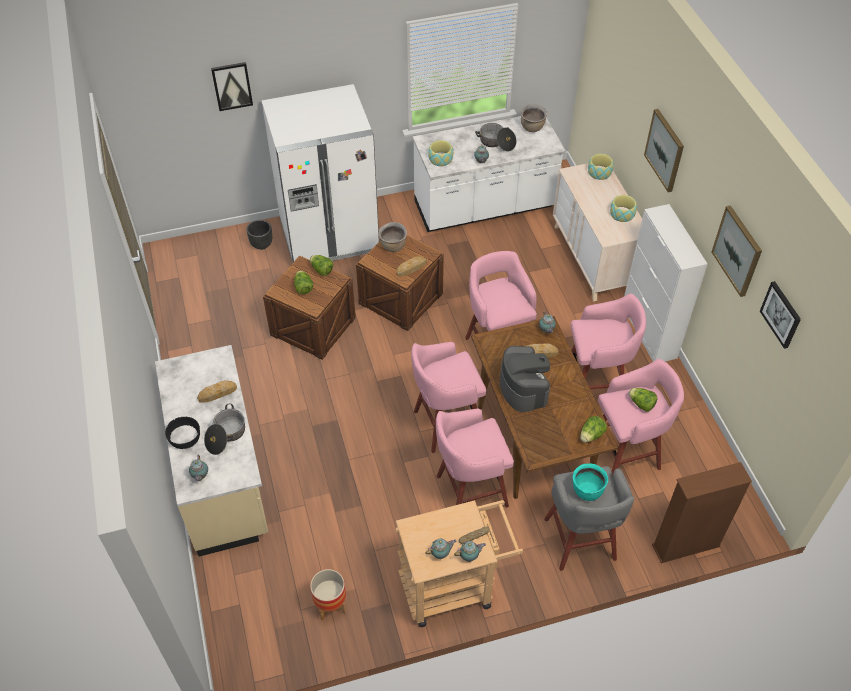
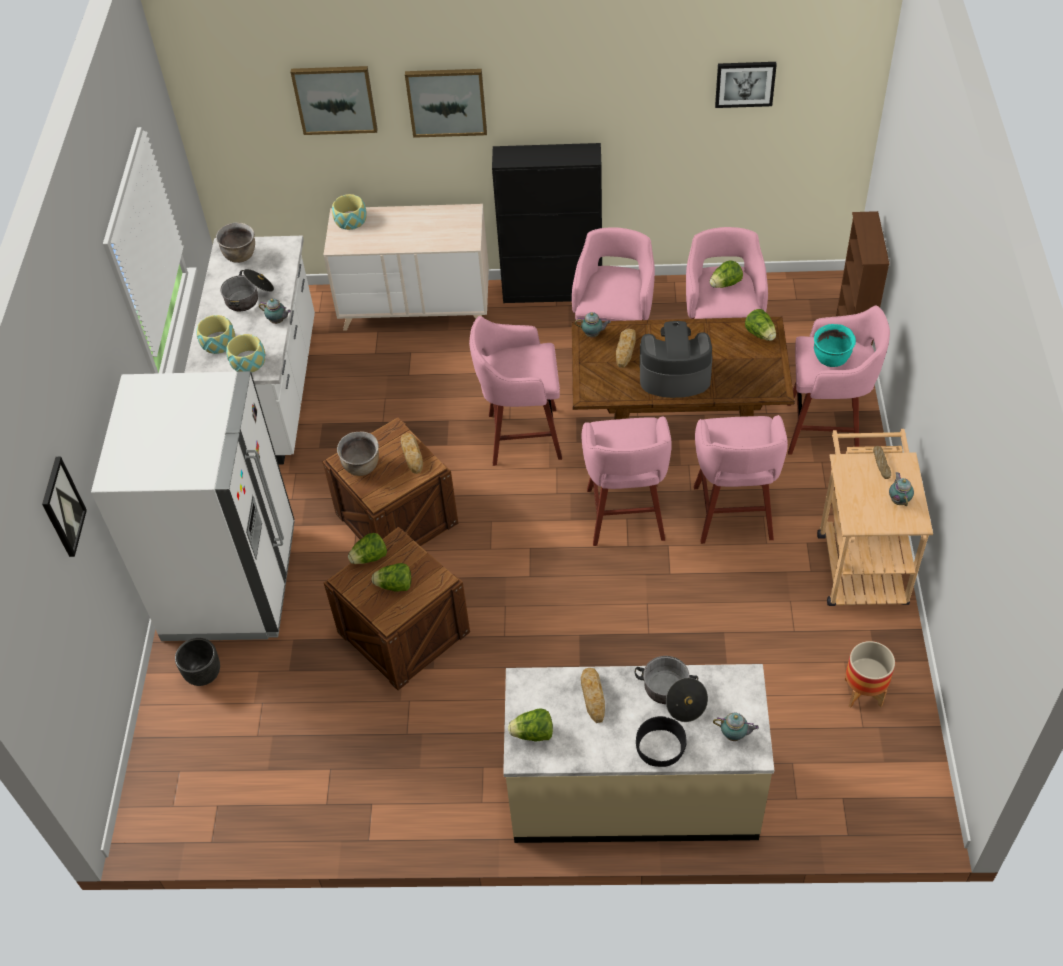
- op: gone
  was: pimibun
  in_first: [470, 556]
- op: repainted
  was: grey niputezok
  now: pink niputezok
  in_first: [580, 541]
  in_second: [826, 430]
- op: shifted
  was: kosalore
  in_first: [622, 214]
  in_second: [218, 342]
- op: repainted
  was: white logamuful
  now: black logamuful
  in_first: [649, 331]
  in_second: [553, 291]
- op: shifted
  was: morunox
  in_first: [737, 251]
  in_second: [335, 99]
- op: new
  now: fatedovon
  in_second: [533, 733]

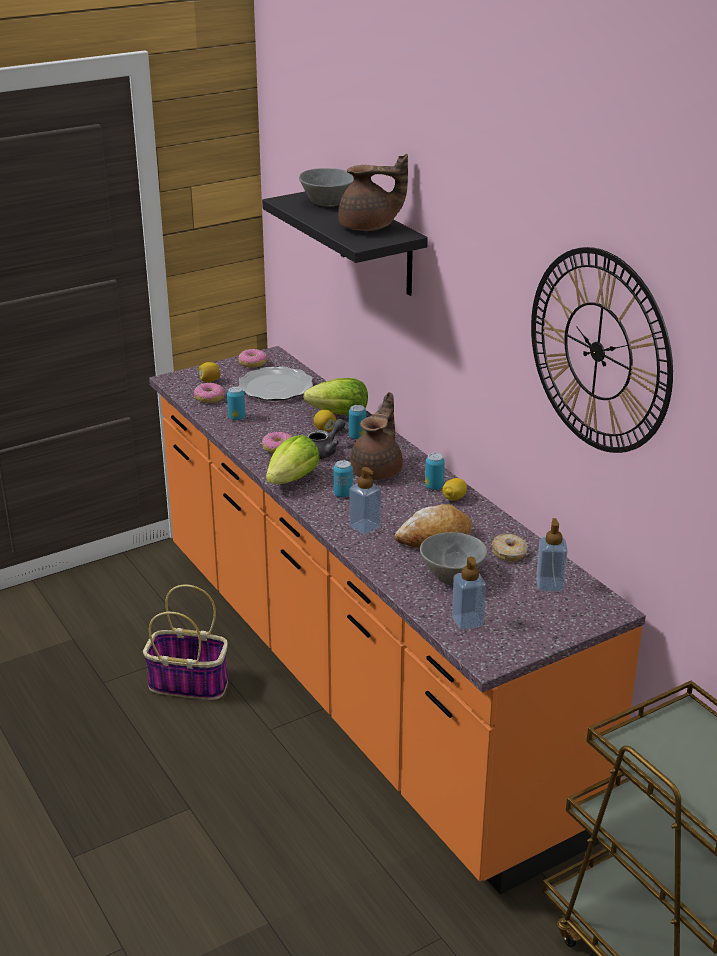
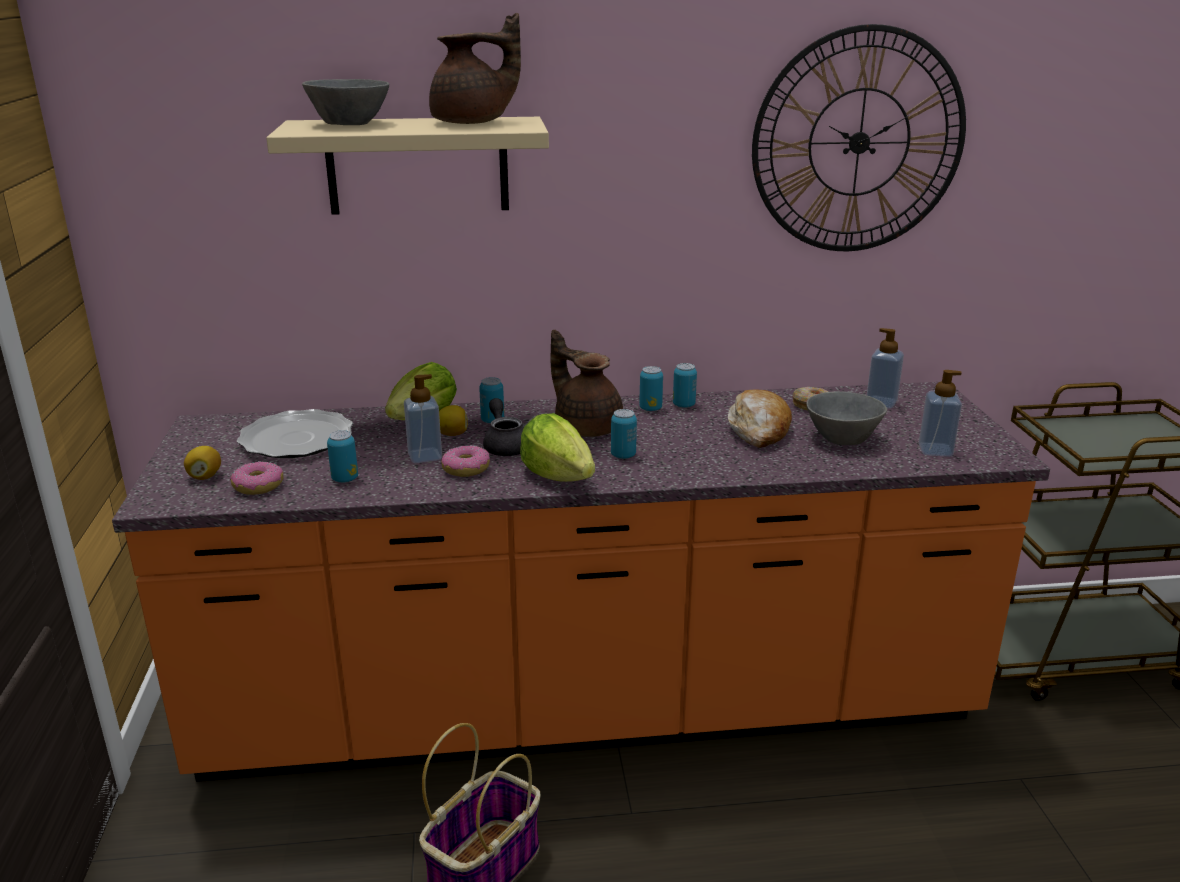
- op: gone
  was: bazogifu
  in_first: [253, 363]
- op: repainted
  was: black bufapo
  now: beige bufapo
  in_first: [375, 242]
  in_second: [417, 165]
- op: rotated
  was: brown pimibun
  in_first: [369, 227]
  in_second: [473, 123]
  clockwise: 45
- op: shifted
  was: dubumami
  in_first: [365, 527]
  in_second: [425, 456]
- op: swapped
  was: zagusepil
  now: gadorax
  in_first: [454, 498]
  in_second: [684, 405]

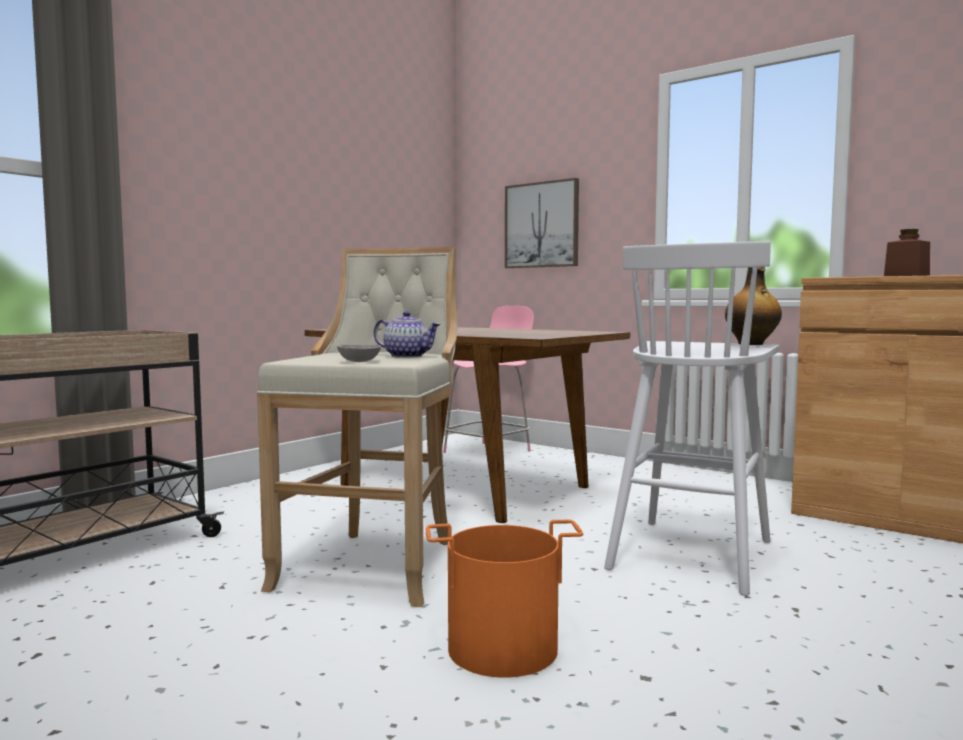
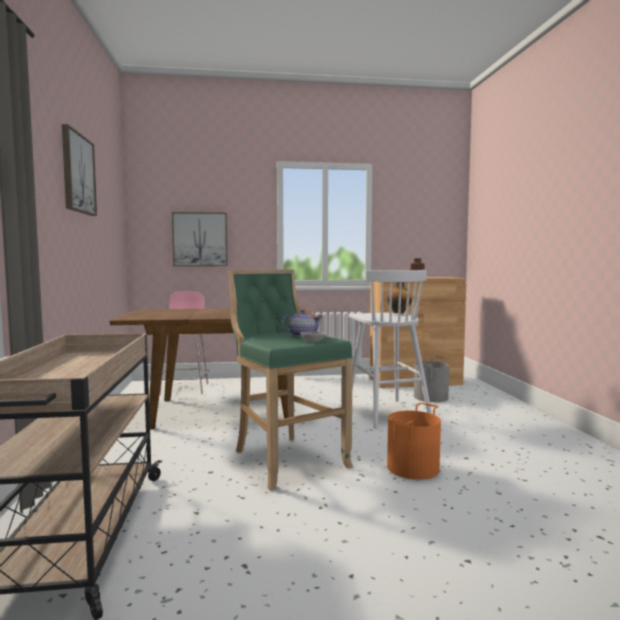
- op: repainted
  was: beige niputezok
  now: green niputezok
  in_first: [375, 564]
  in_second: [285, 459]
- op: new
  now: morunox
  in_second: [77, 173]
- op: new
  now: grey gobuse
  in_second: [430, 397]

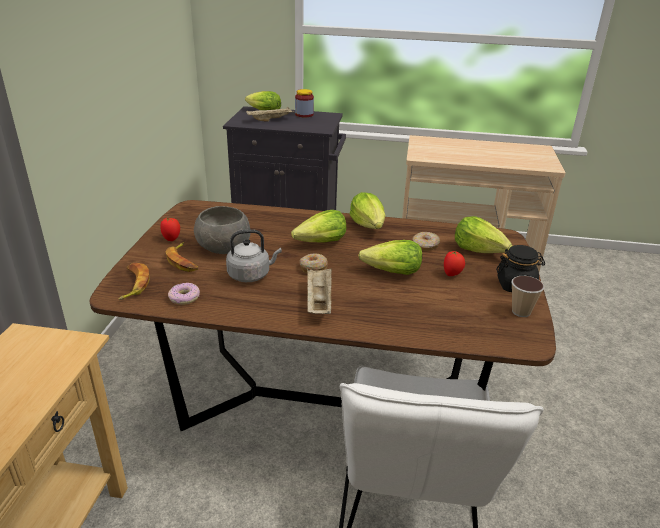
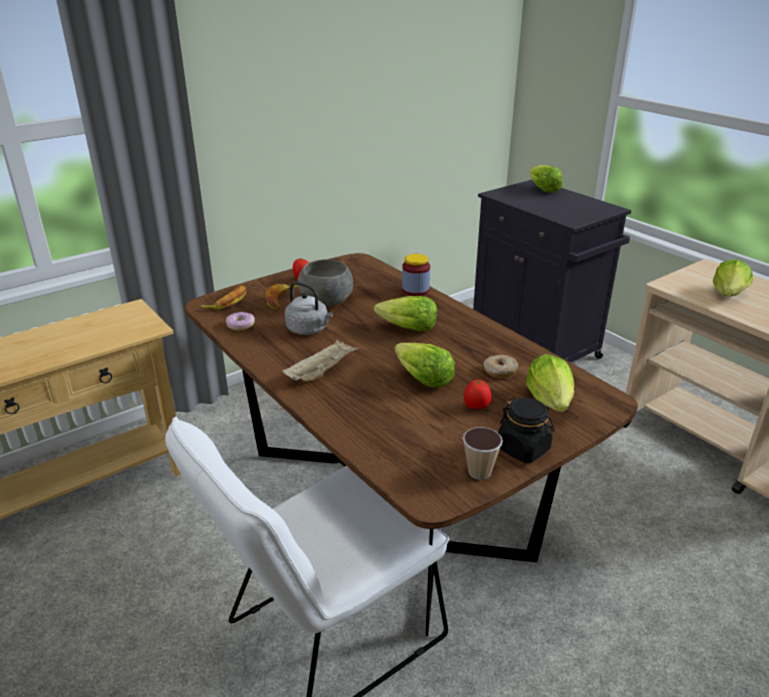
- op: gone
  was: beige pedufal
  in_first: [270, 120]
- op: shifted
  was: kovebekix
  in_first: [304, 114]
  in_second: [415, 290]
- op: gone
  was: bazogifu
  in_first: [313, 268]
- op: shifted
  was: fatedovon
  in_first: [368, 225]
  in_second: [728, 294]

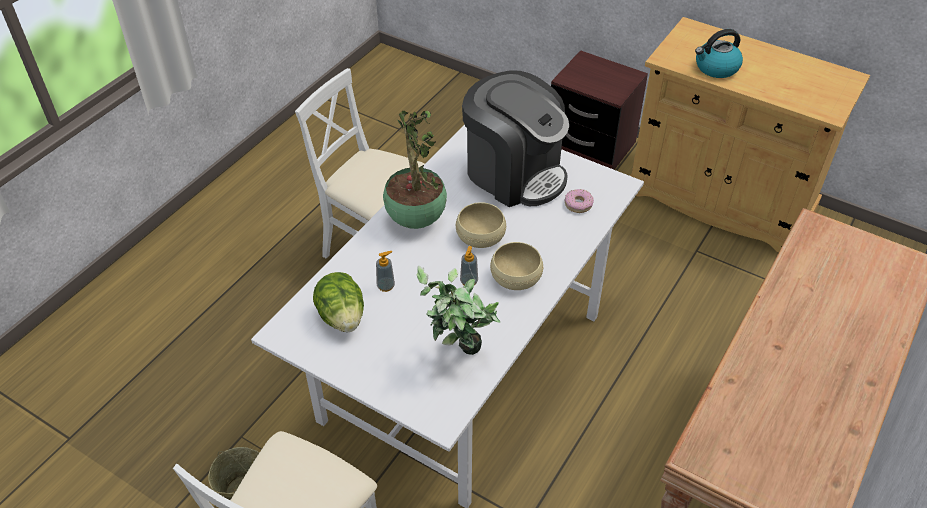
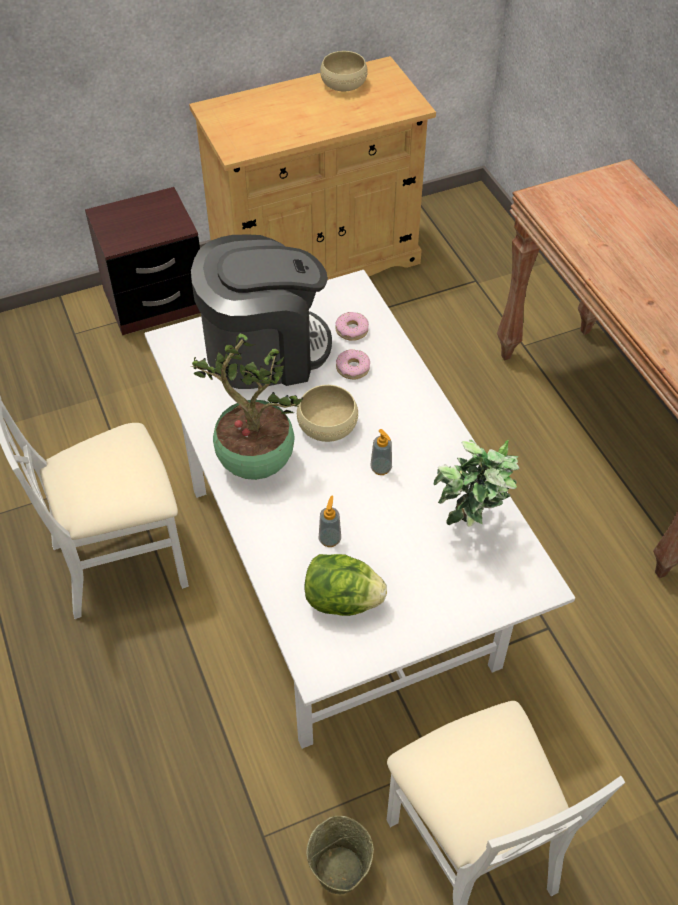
- op: shifted
  was: beige kosalore
  in_first: [516, 277]
  in_second: [343, 83]
- op: gone
  was: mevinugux
  in_first: [716, 68]
- op: new
  now: bazogifu
  in_second: [352, 368]

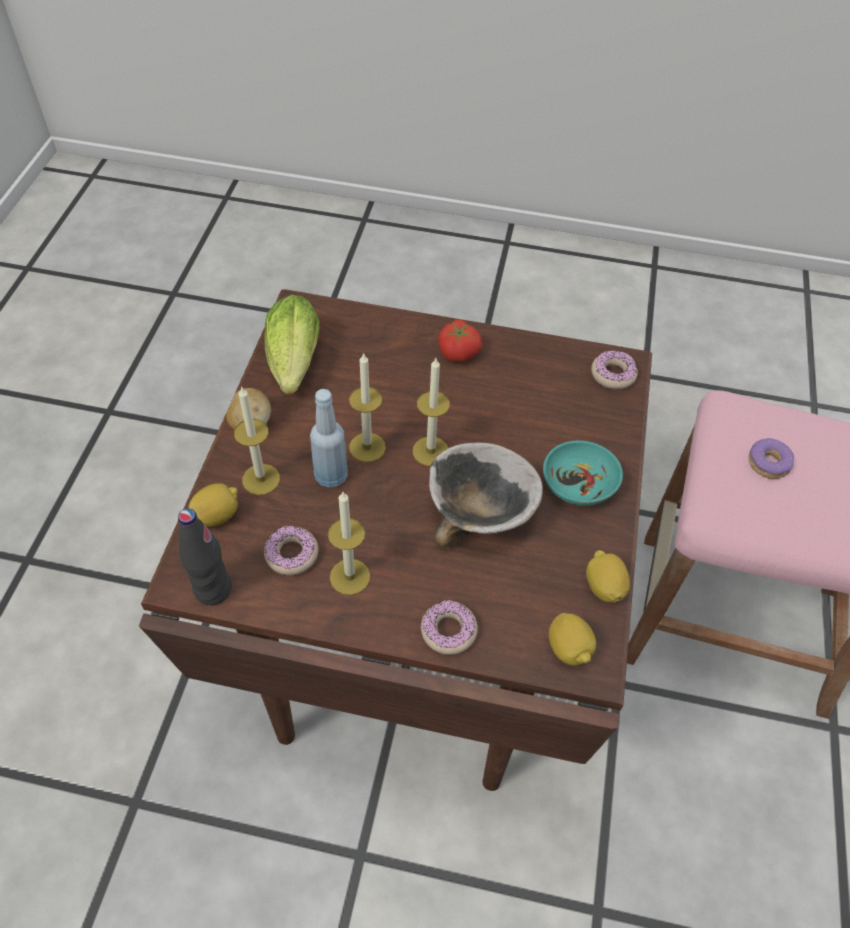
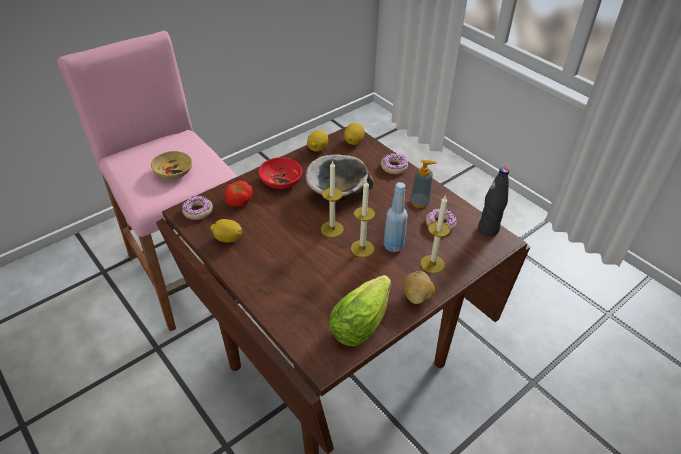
- op: shifted
  was: zagusepil
  in_first: [217, 515]
  in_second: [228, 239]
- op: swapped
  was: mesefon
  now: dubumami
  in_first: [350, 576]
  in_second: [419, 202]
- op: shifted
  was: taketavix
  in_first: [459, 351]
  in_second: [239, 201]
- op: repainted
  was: turquoise kosalore
  now: red kosalore
  in_first: [579, 484]
  in_second: [281, 180]
- op: swapped
  was: bazogifu
  now: beige kosalore
  in_first: [768, 464]
  in_second: [174, 172]

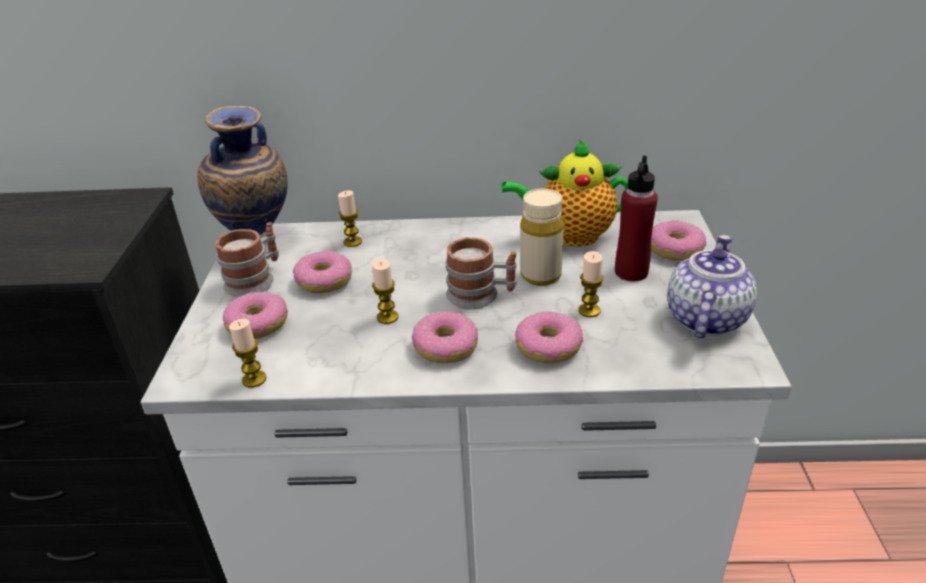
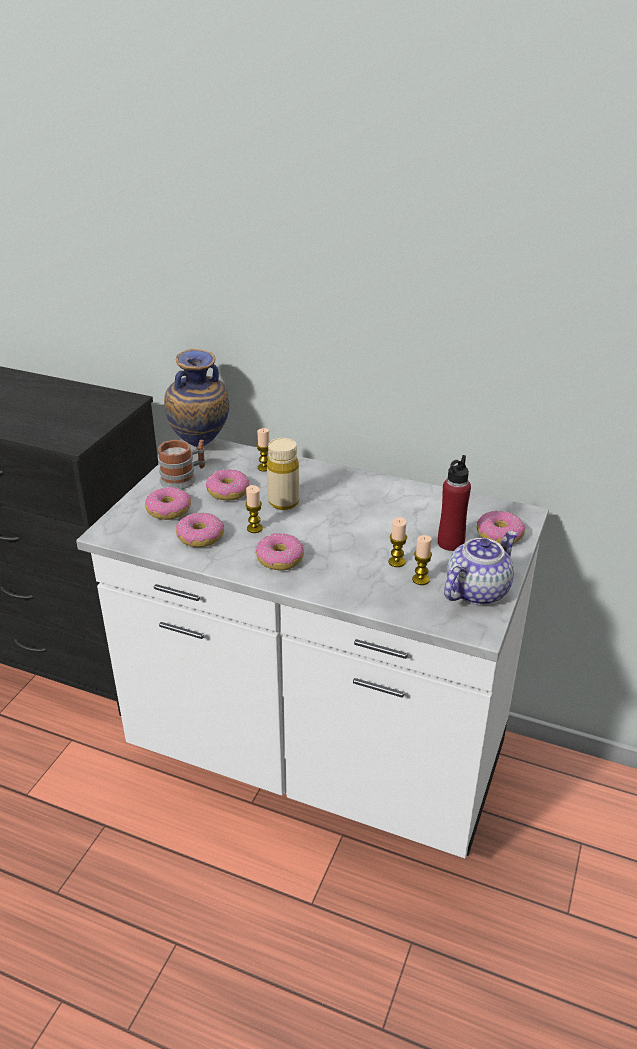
- op: shifted
  was: mesefon
  in_first: [254, 379]
  in_second: [420, 579]
- op: gone
  was: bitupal
  in_first: [481, 295]
- op: gone
  was: pimibun
  in_first: [570, 235]
- op: shifted
  was: bazogifu
  in_first: [548, 347]
  in_second: [200, 537]
- op: shifted
  was: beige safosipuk
  in_first: [540, 275]
  in_second: [283, 502]

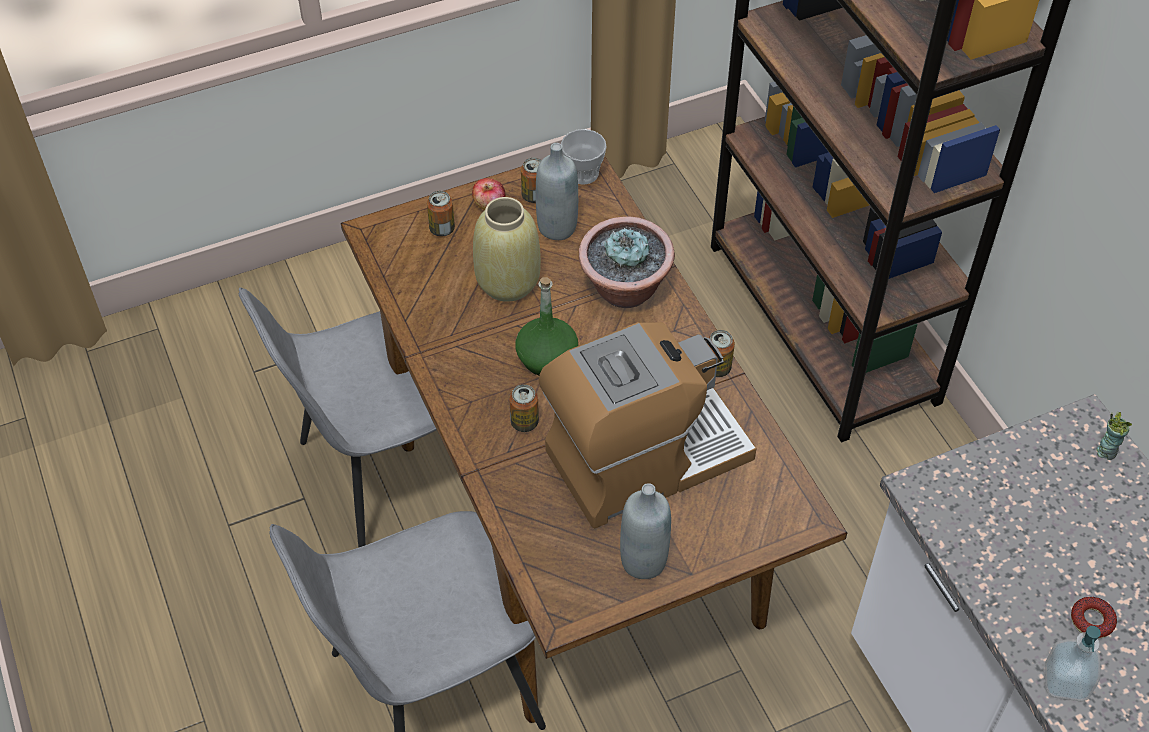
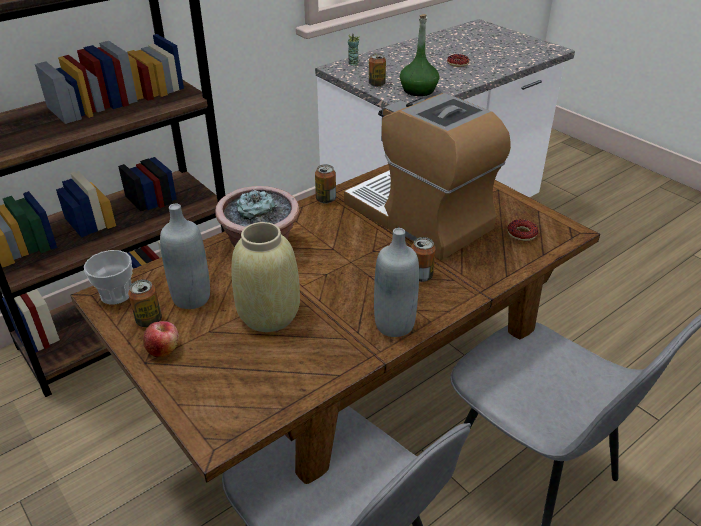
- op: shifted
  was: gadorax
  in_first: [442, 229]
  in_second: [376, 84]
- op: shifted
  was: green safosipuk
  in_first: [547, 358]
  in_second: [418, 90]
- op: shifted
  was: grey safosipuk
  in_first: [643, 561]
  in_second: [394, 325]
- op: gone
  was: dubumami
  in_first: [1065, 682]
- op: new
  now: bazogifu
  in_second: [522, 234]

